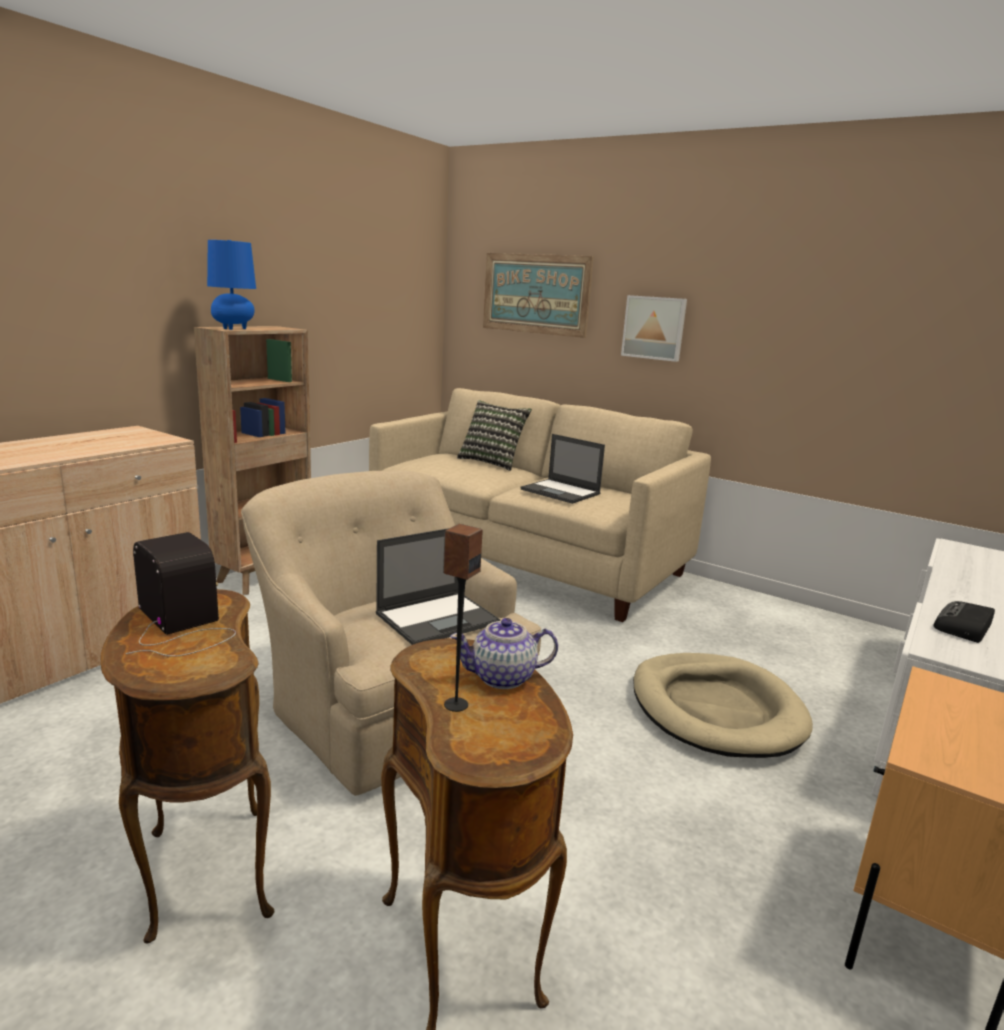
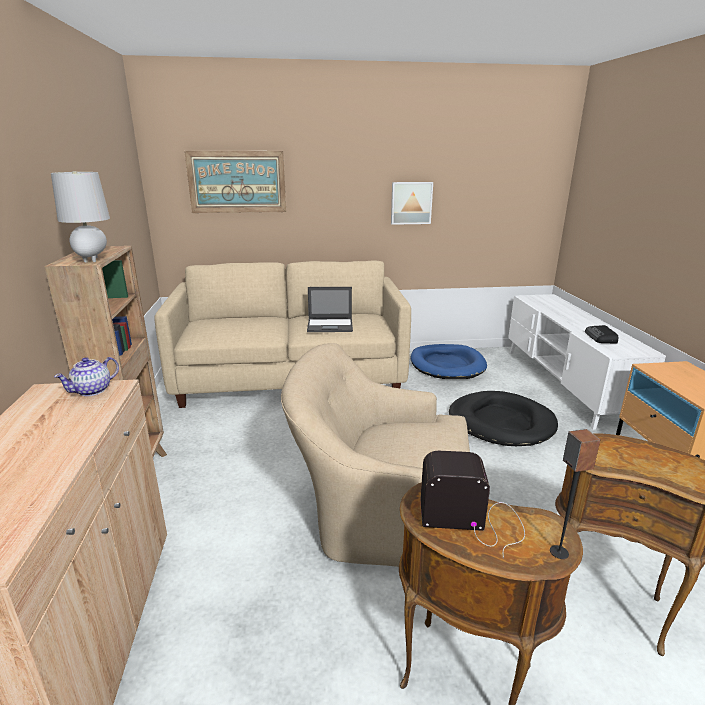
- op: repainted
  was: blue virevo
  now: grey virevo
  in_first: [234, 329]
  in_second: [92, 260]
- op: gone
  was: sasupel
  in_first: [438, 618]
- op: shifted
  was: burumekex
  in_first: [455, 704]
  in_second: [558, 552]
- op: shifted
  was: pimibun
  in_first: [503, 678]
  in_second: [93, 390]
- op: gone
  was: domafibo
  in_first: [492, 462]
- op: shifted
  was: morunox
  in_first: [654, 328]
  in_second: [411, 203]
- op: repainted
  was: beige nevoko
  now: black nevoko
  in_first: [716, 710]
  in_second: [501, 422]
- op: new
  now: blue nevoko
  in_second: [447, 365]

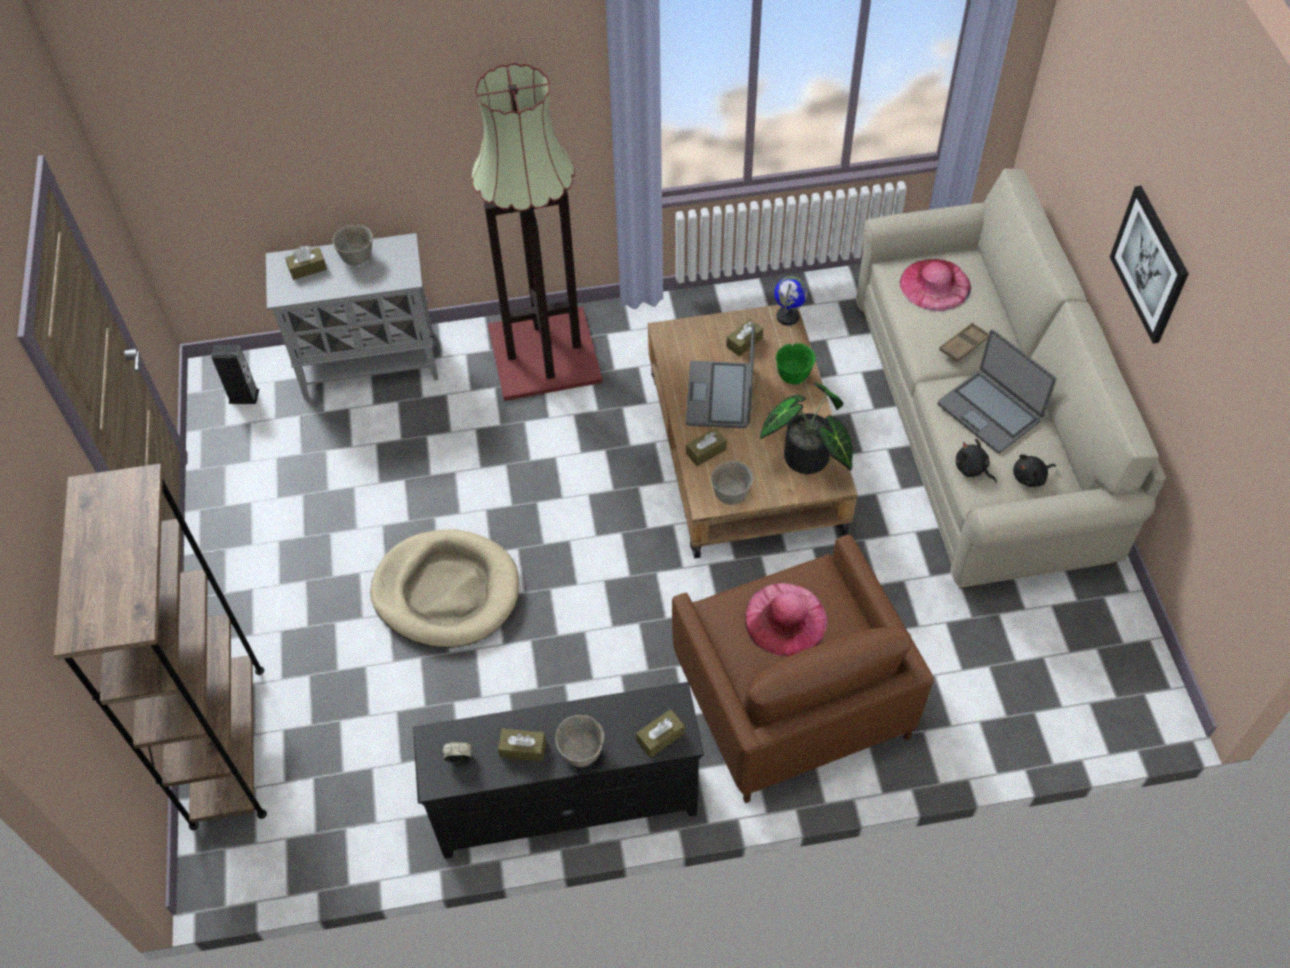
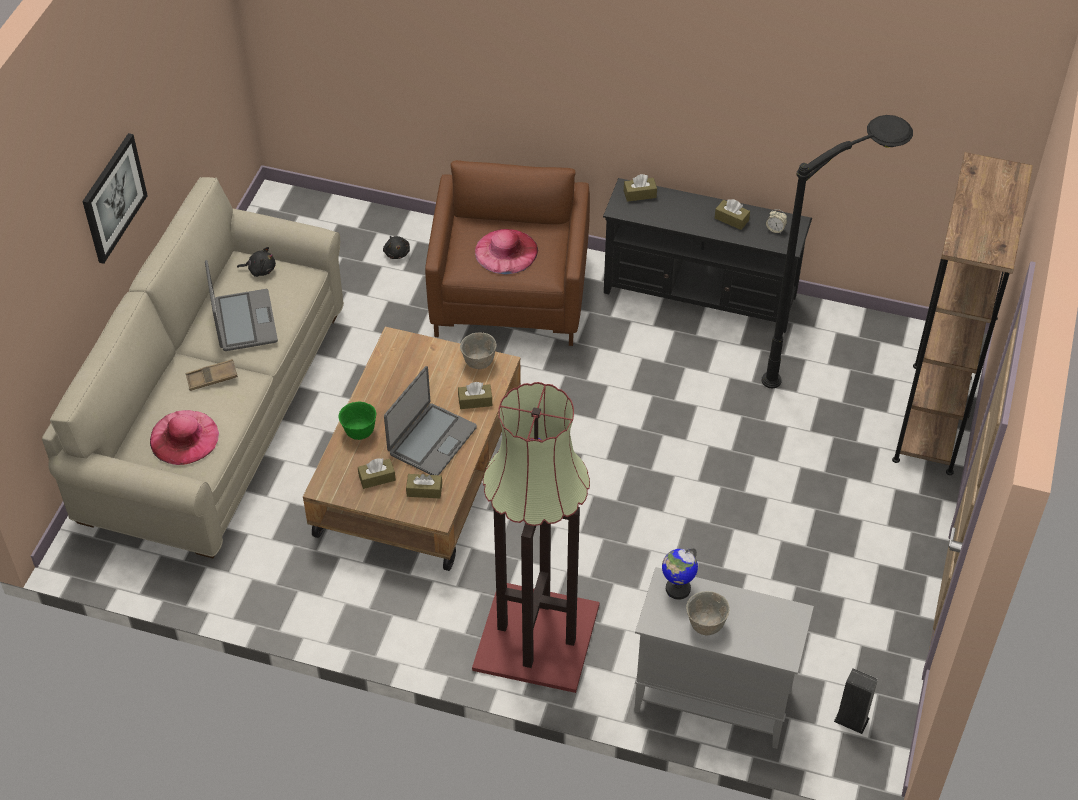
- op: shifted
  was: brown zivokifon
  in_first: [307, 268]
  in_second: [424, 490]
- op: gone
  was: beige nevoko
  in_first: [446, 591]
- op: gone
  was: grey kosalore
  in_first: [582, 753]
- op: gone
  was: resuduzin
  in_first: [807, 461]
- op: shifted
  was: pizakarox
  in_first: [788, 316]
  in_second: [677, 589]
- op: shifted
  was: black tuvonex
  in_first: [972, 469]
  in_second: [397, 253]
- op: new
  now: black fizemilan
  in_second: [824, 360]

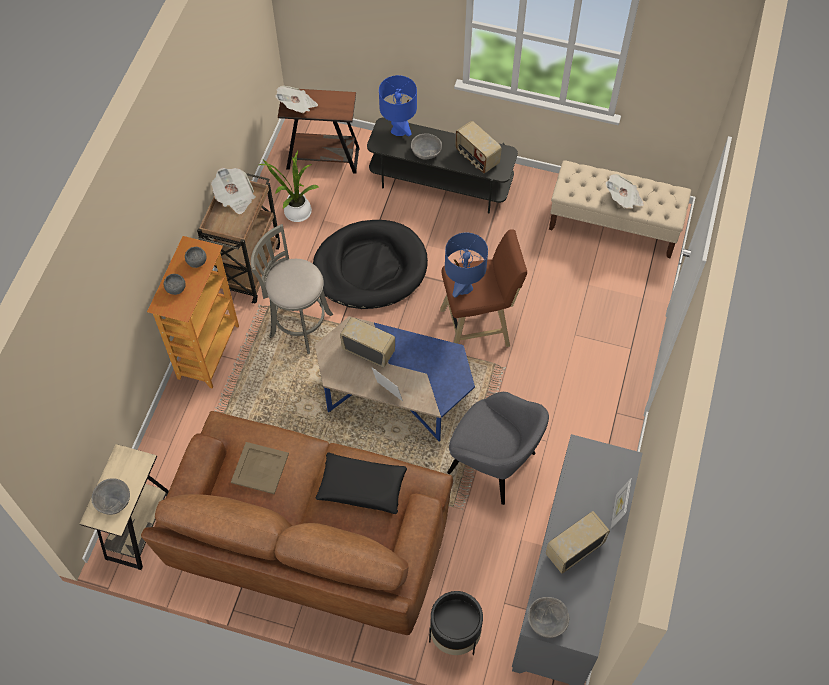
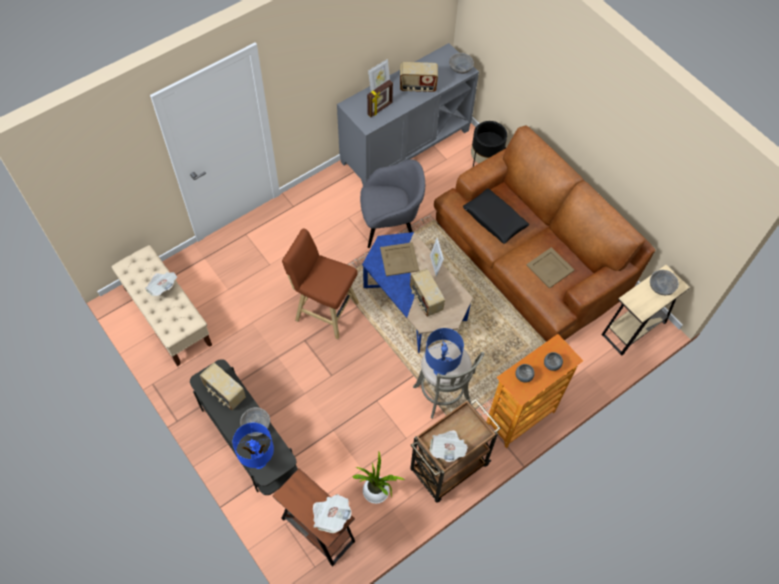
- op: gone
  was: black nevoko
  in_first: [370, 268]
- op: shifted
  was: blue virevo
  in_first: [464, 288]
  in_second: [441, 370]
- op: rotated
  was: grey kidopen
  in_first: [493, 464]
  in_second: [390, 225]
  clockwise: 105
- op: rotated
  was: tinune
  in_first: [476, 158]
  in_second: [224, 393]
  clockwise: 135
- op: new
  now: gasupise
  in_second: [380, 109]
- op: new
  now: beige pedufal
  in_second: [399, 259]

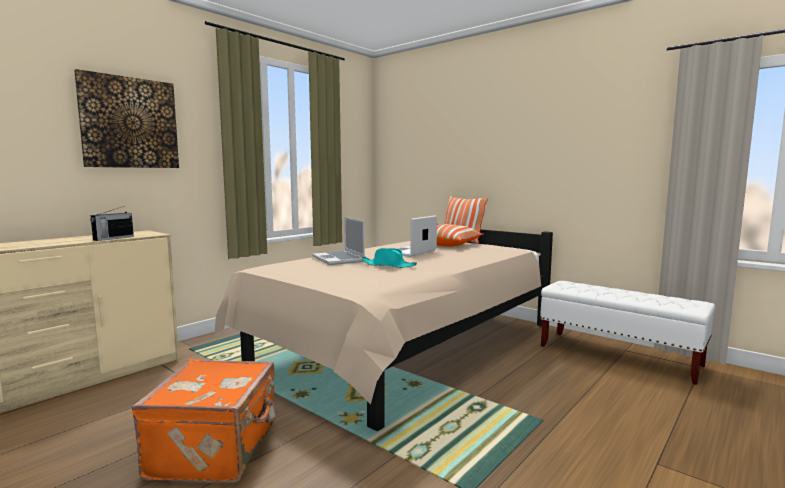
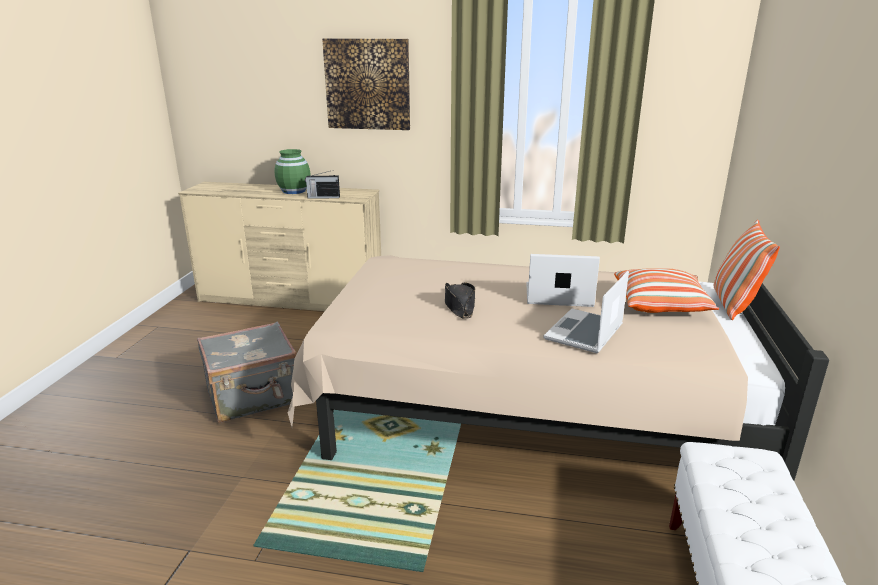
- op: repainted
  was: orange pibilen
  now: grey pibilen
  in_first: [217, 449]
  in_second: [254, 397]
- op: shifted
  was: sasupel
  in_first: [339, 259]
  in_second: [585, 333]
- op: repainted
  was: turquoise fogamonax
  now: black fogamonax
  in_first: [388, 265]
  in_second: [459, 306]
- op: new
  now: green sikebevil
  in_second: [294, 191]

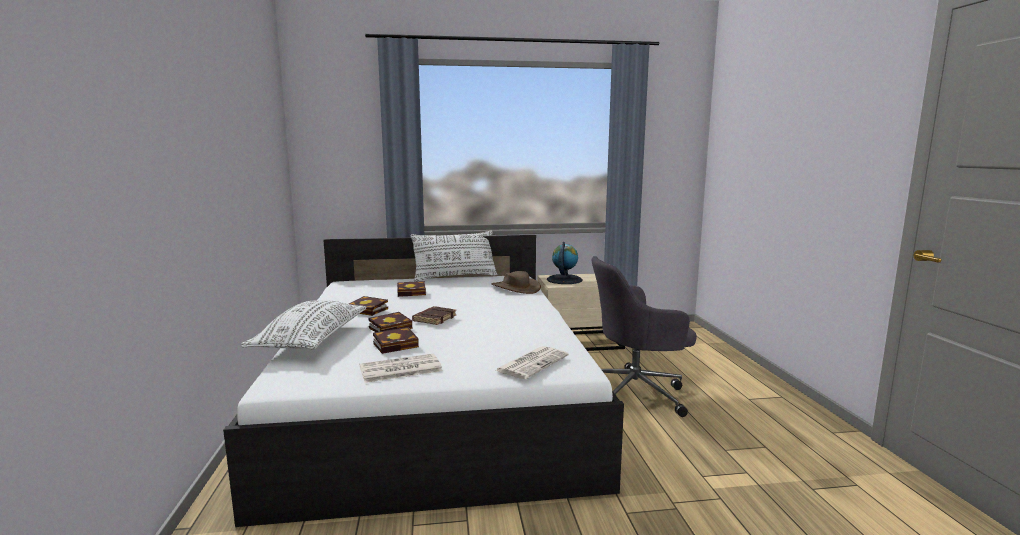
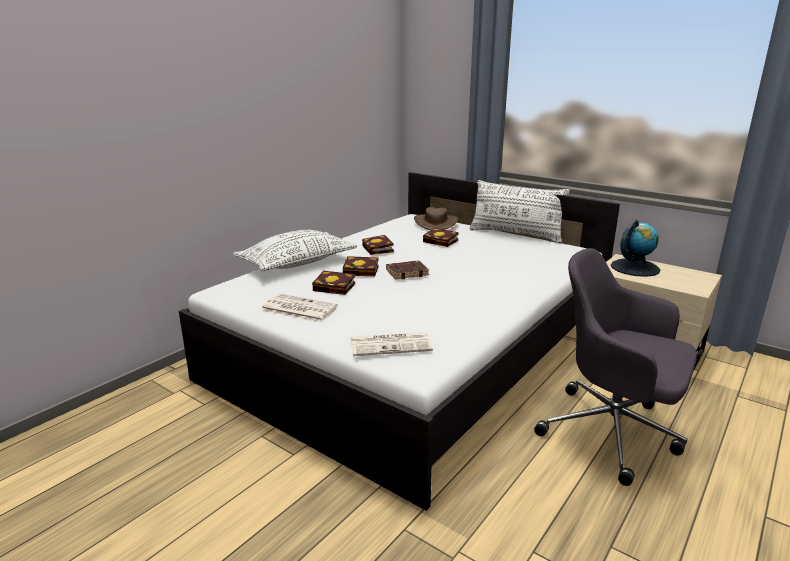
- op: shifted
  was: brown fogamonax
  in_first: [515, 288]
  in_second: [436, 223]

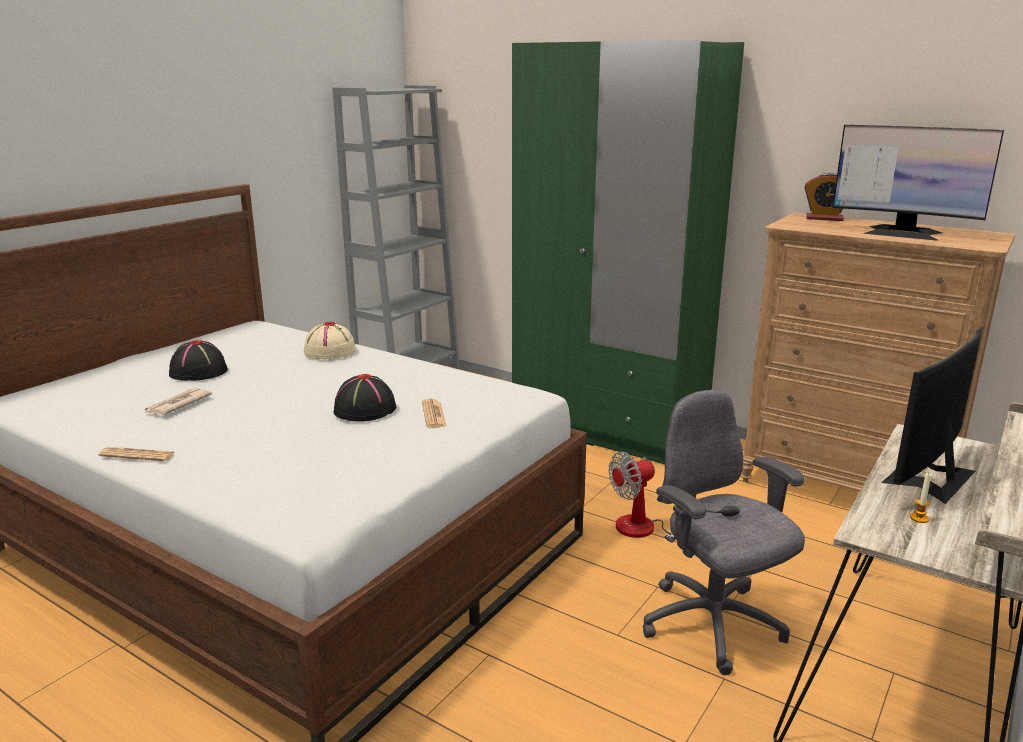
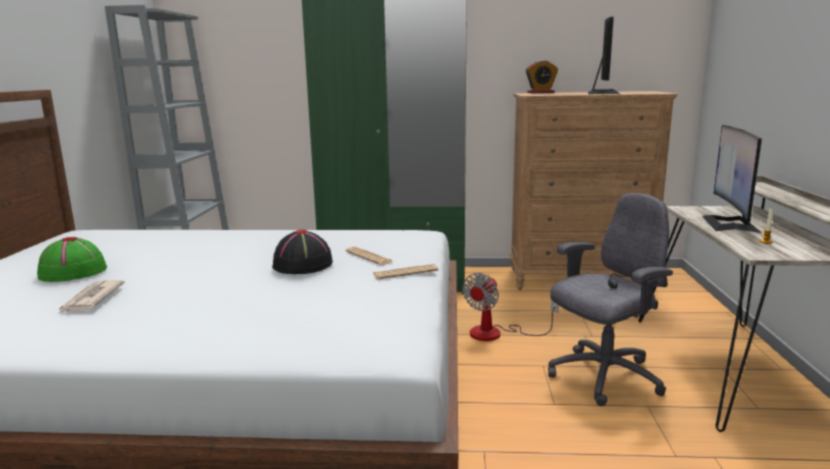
- op: shifted
  was: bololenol
  in_first: [137, 455]
  in_second: [405, 272]
- op: repainted
  was: black fogamonax
  now: green fogamonax
  in_first: [198, 372]
  in_second: [72, 272]
- op: gone
  was: beige fogamonax
  in_first: [329, 351]
- op: rotated
  was: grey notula
  in_first: [712, 626]
  in_second: [603, 377]
  clockwise: 120
- op: rotated
  was: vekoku
  in_first: [903, 233]
  in_second: [603, 93]
  clockwise: -75

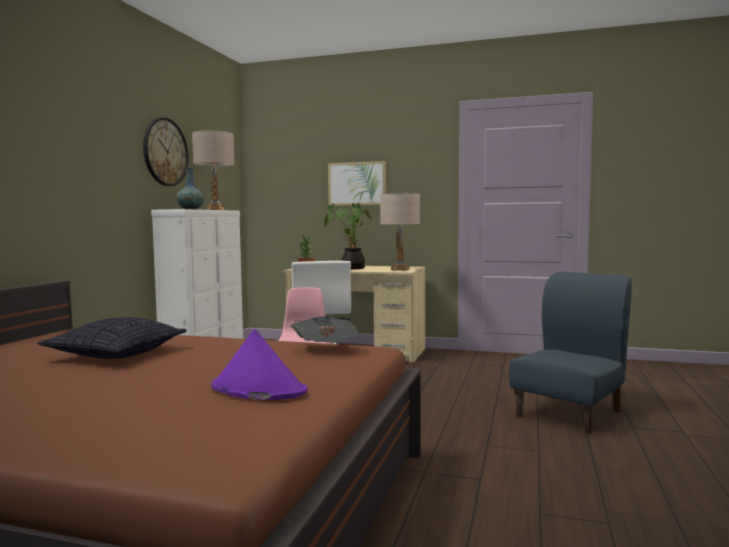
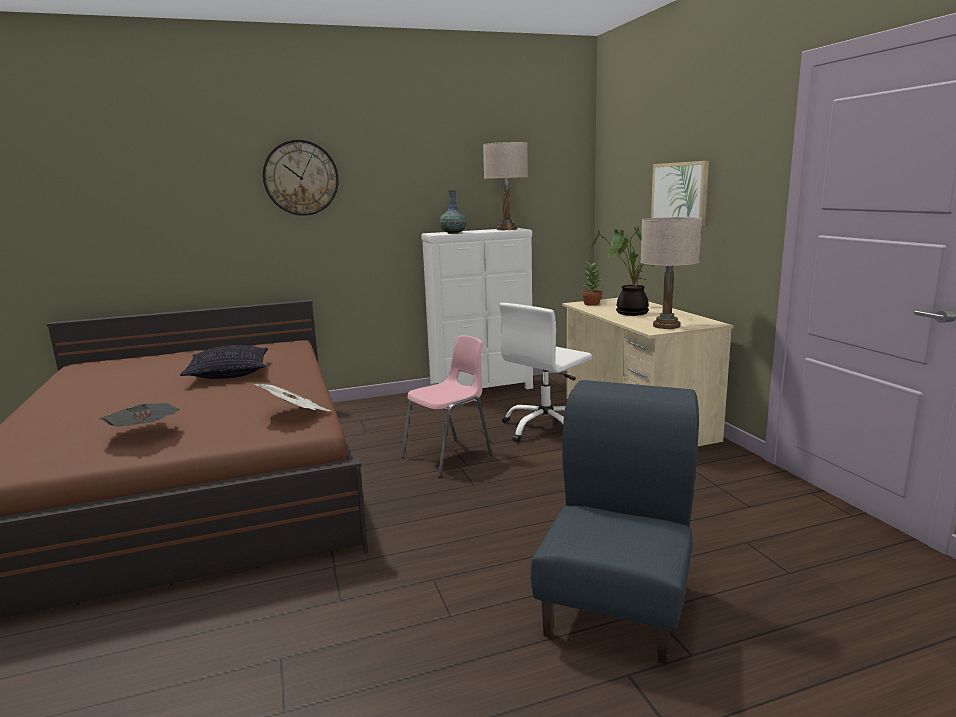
- op: shifted
  was: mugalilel
  in_first: [165, 152]
  in_second: [301, 178]
- op: swapped
  was: purple fogamonax
  now: bololenol
  in_first: [257, 389]
  in_second: [145, 433]
- op: rotated
  was: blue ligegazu
  in_first: [570, 413]
  in_second: [617, 607]
  clockwise: -75

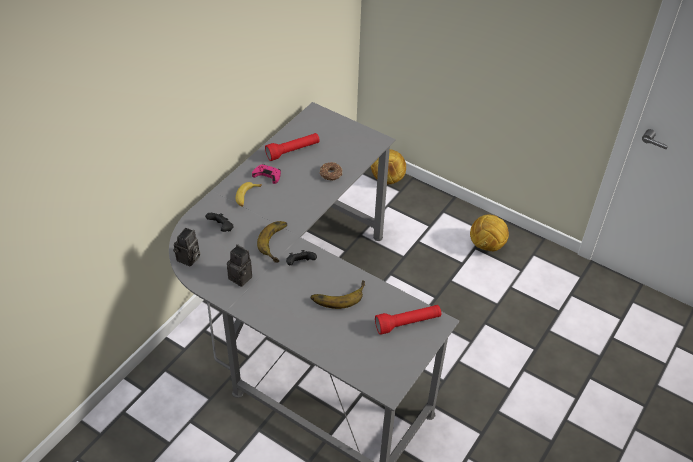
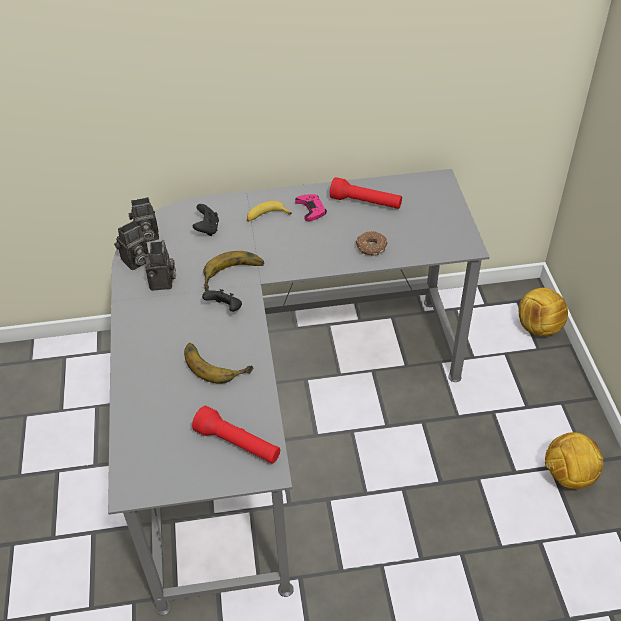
- op: new
  now: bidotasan
  in_second: [135, 262]

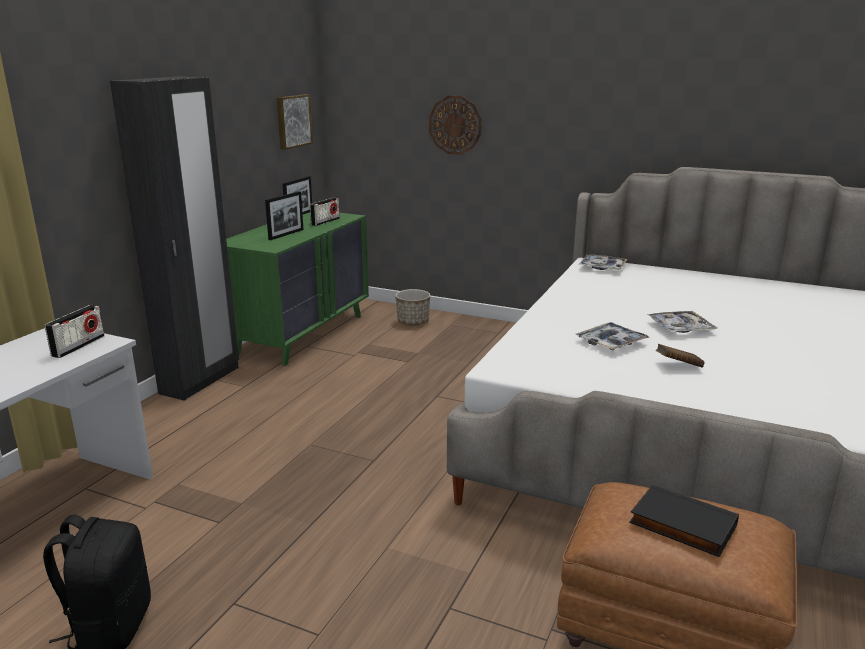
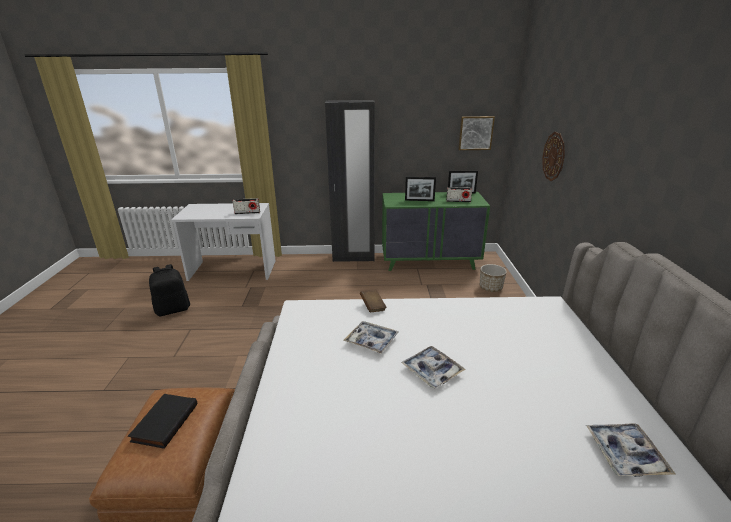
- op: shifted
  was: pedufal
  in_first: [602, 267]
  in_second: [625, 454]
- op: shifted
  was: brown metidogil
  in_first: [678, 366]
  in_second: [372, 307]

